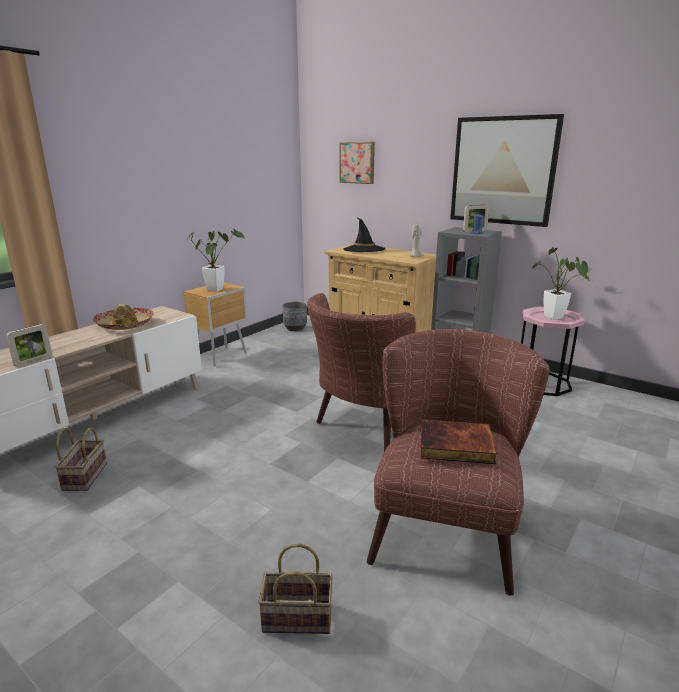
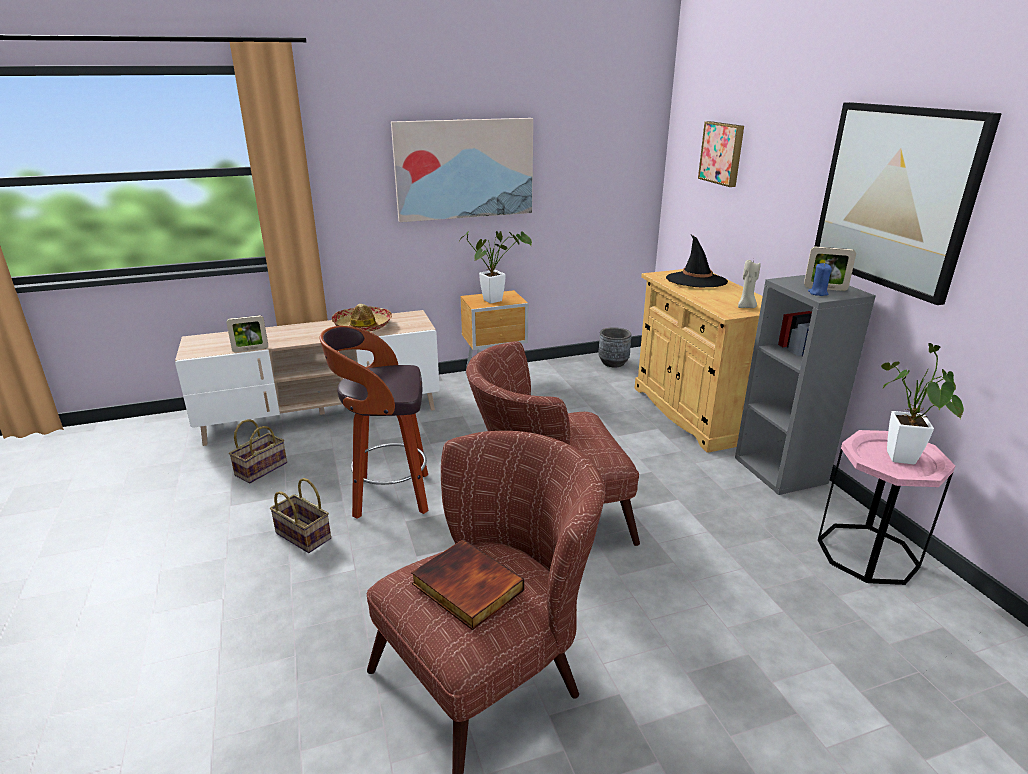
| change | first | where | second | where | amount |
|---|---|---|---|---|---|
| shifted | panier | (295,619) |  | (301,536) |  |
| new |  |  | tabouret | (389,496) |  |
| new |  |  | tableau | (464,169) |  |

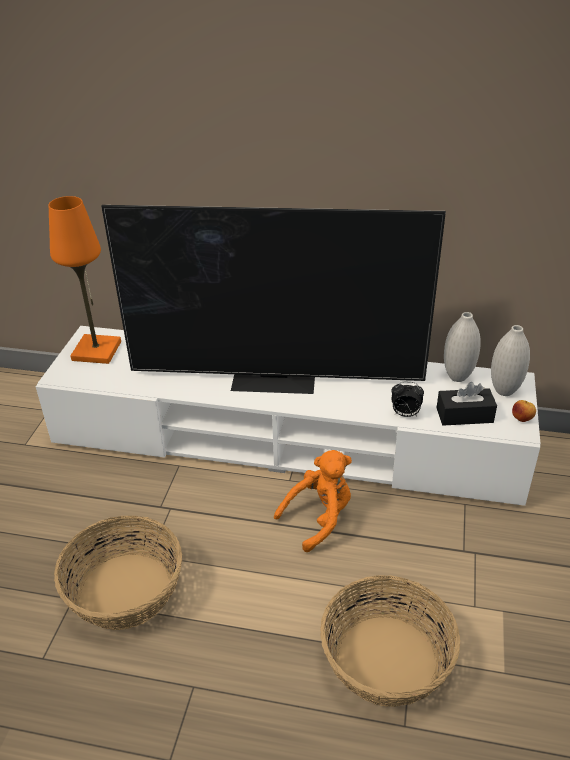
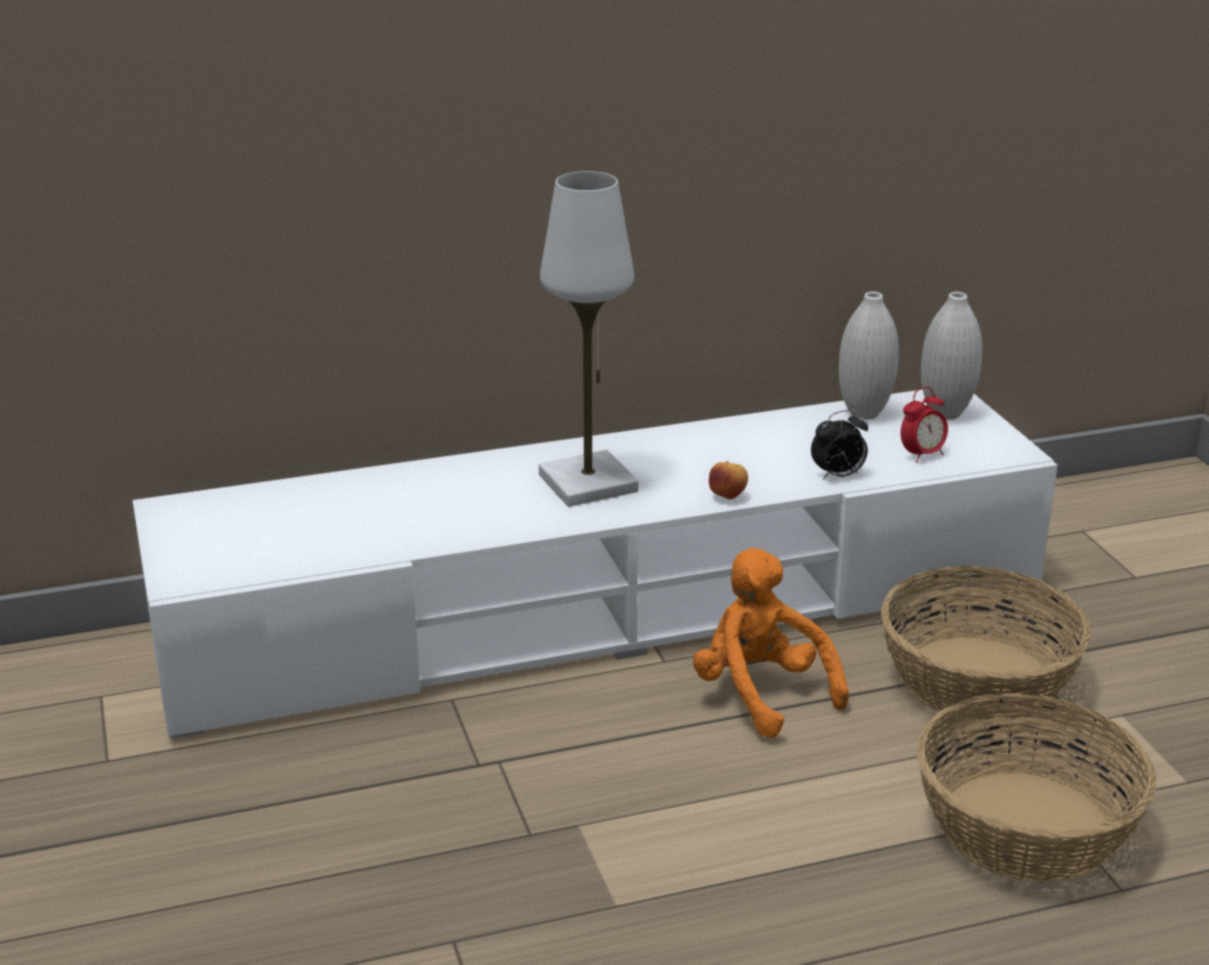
| change | first | where | second | where | amount |
|---|---|---|---|---|---|
| swapped | téléviseur | (275,378) | lampe de table/blanc | (588,483) |  |
| rotated | peluche/orange | (319,518) |  | (761,694) | 60 degrees counterclockwise |
| shifted | pomme | (522,419) |  | (727,496) |  |
| shifted | panier | (125,591) |  | (978,680) |  |
| swapped | boîte à mouchoirs/noir | (464,415) | réveil | (922,455) |  |
| gone | lampe de table/orange | (97,351) |  |  |  |

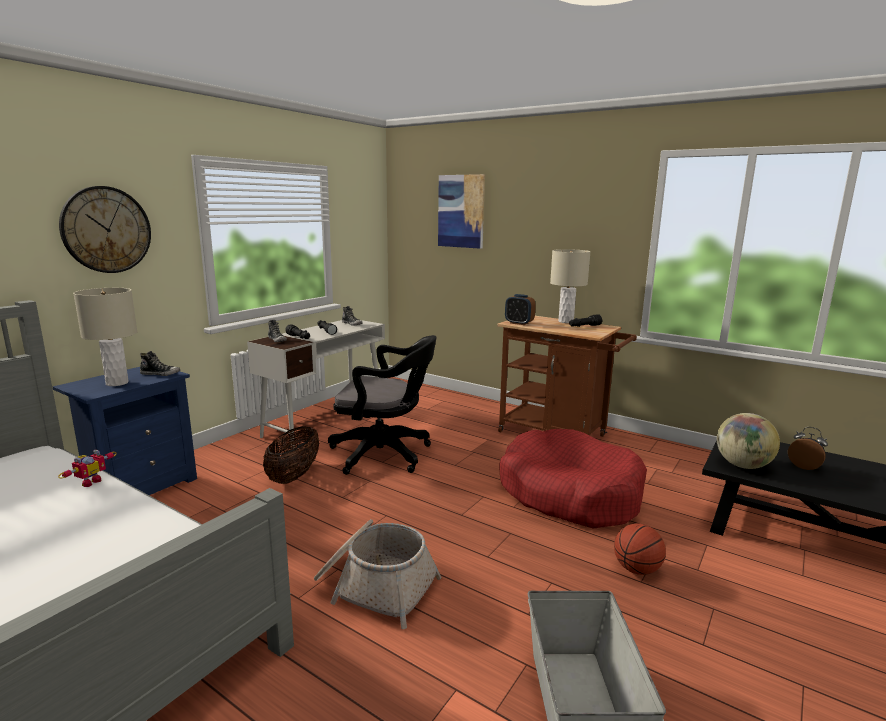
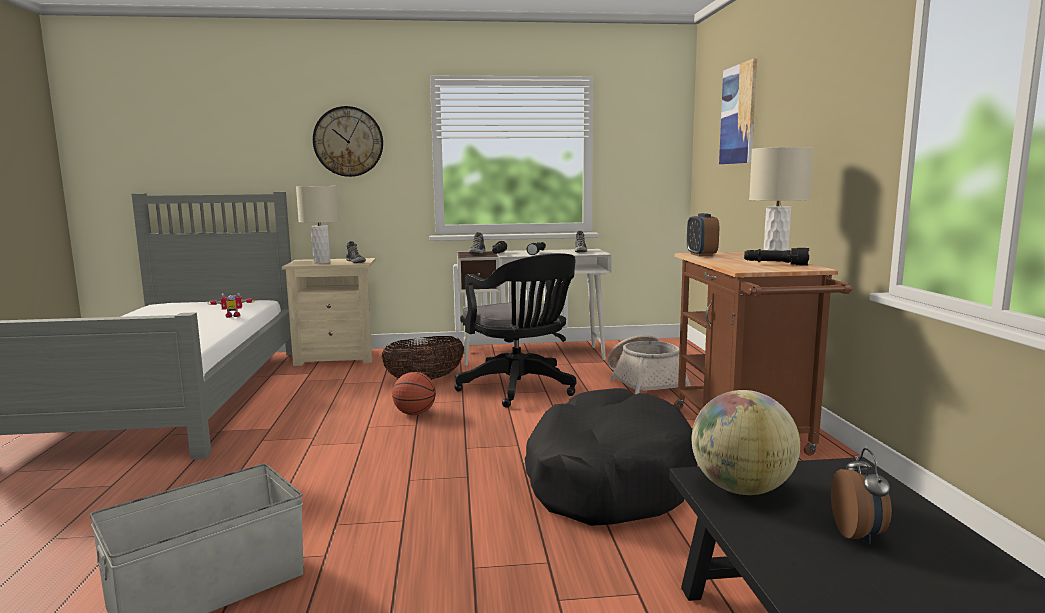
| change | first | where | second | where | amount |
|---|---|---|---|---|---|
| repainted | table de chevet/bleu | (140,487) | table de chevet/beige | (337,357) |  |
| shifted | ballon de basket | (637,569) |  | (414,414) |  |
| repainted | panier pour chien/rouge | (569,493) | panier pour chien/noir | (607,478) |  |
| shifted | panier | (375,586) |  | (645,383) |  |

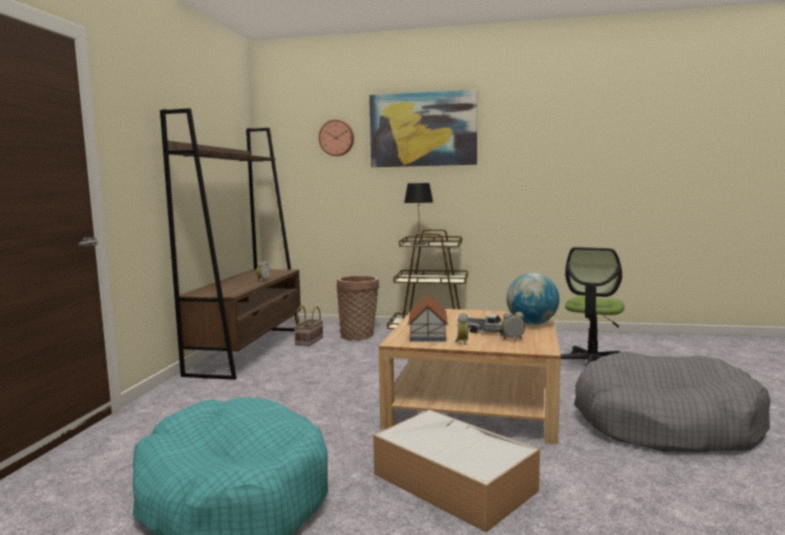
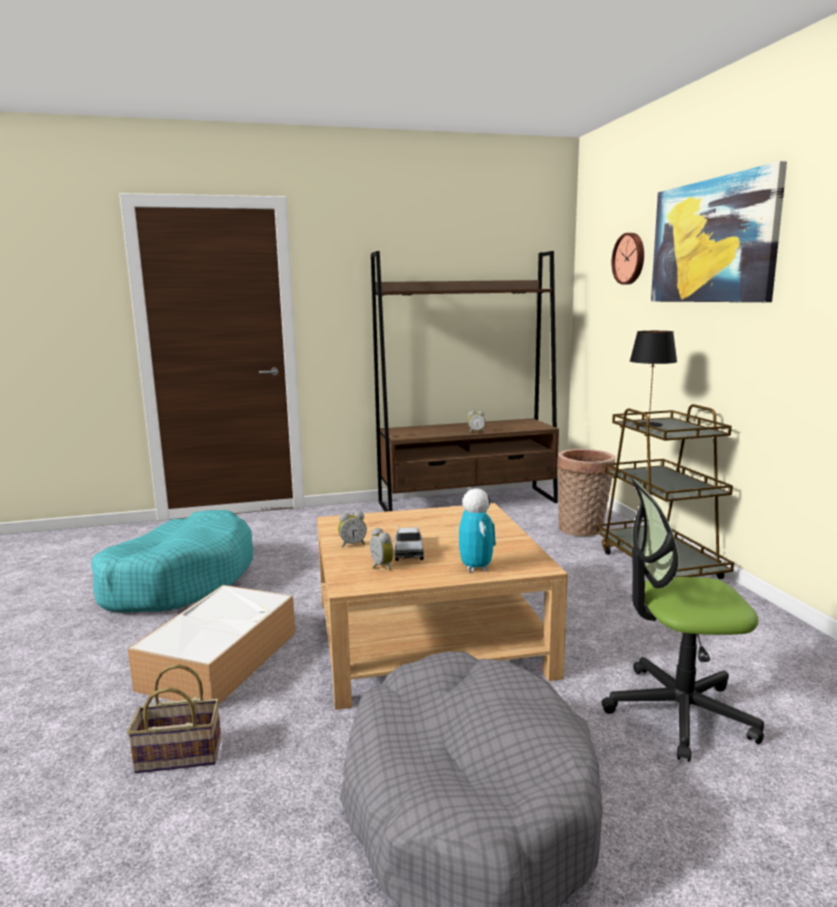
| change | first | where | second | where | amount |
|---|---|---|---|---|---|
| shifted | panier | (309,341) |  | (176,756) |  |
| swapped | globe | (532,324) | robot jouet | (476,567) |  |
| gone | maison miniature | (428,333) |  |  |  |

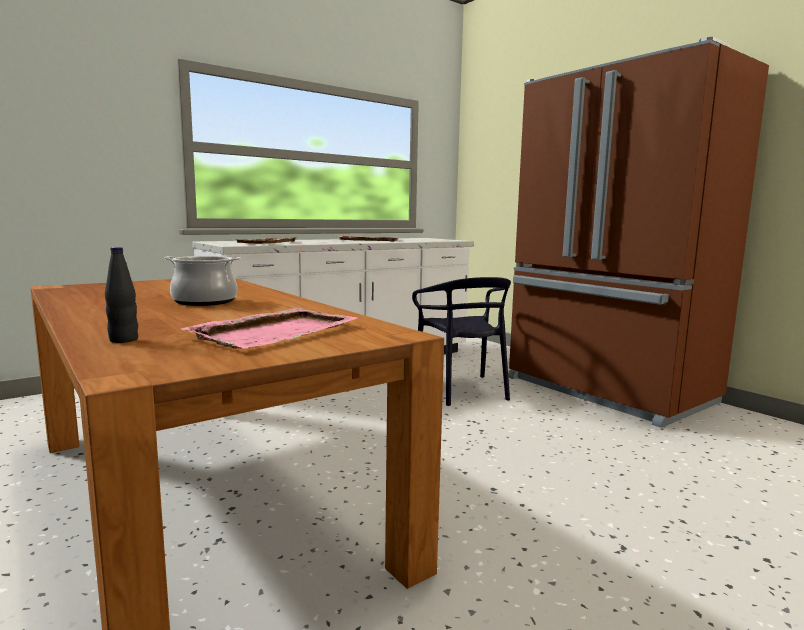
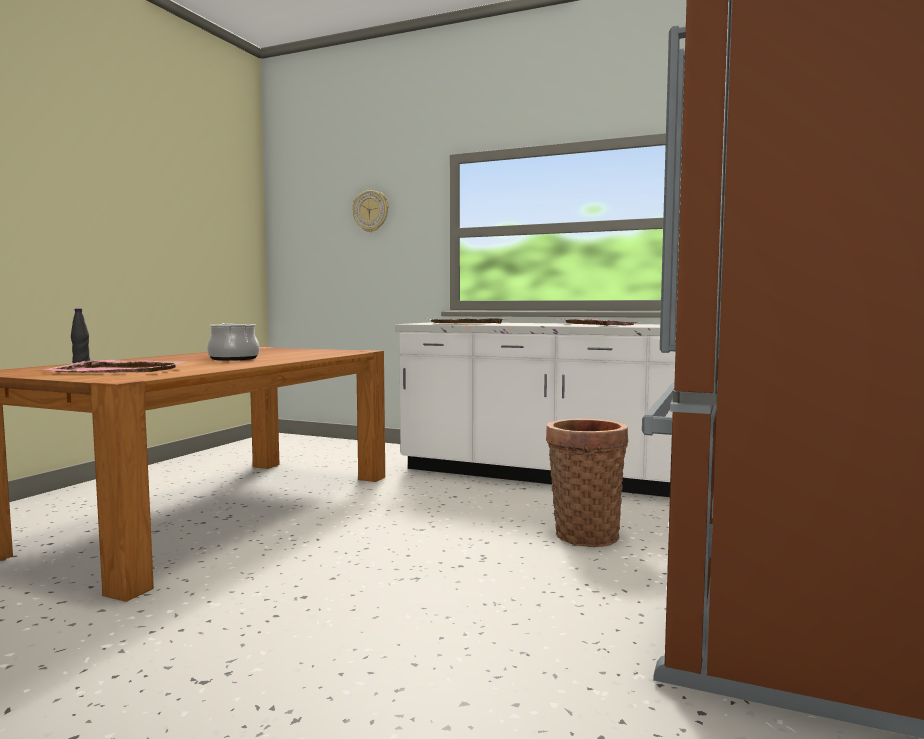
| change | first | where | second | where | amount |
|---|---|---|---|---|---|
| new |  |  | horloge murale | (371,211) |  |
| swapped | chaise/noir | (462,390) | panier | (584,534) |  |

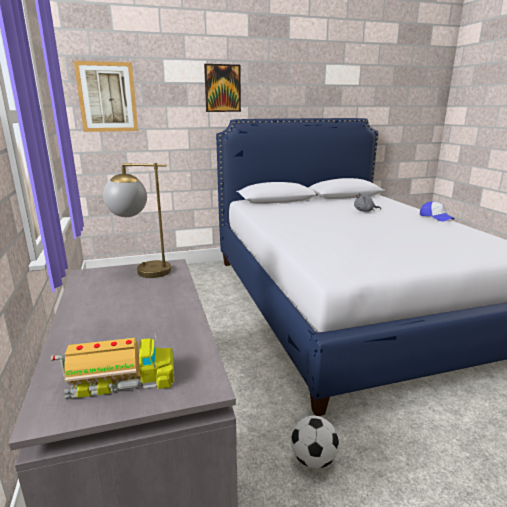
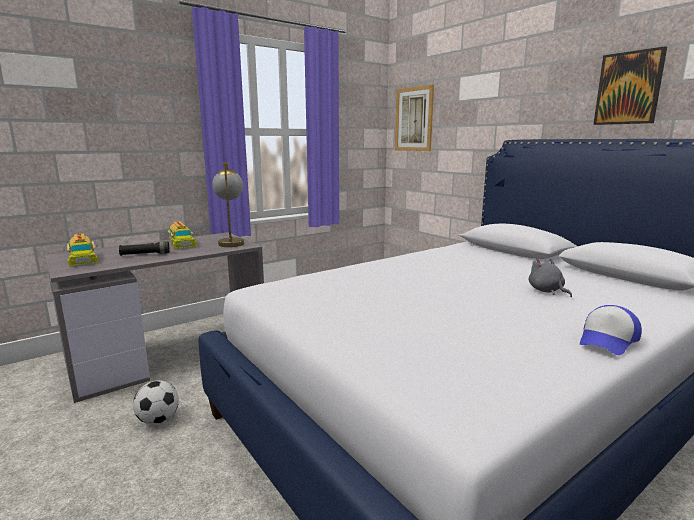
| change | first | where | second | where | amount |
|---|---|---|---|---|---|
| new |  |  | lampe de poche/noir | (145,254) |  |
| new |  |  | camion jouet | (181,244) |  |
| shifted | tableau | (222,88) |  | (628,88) |  |

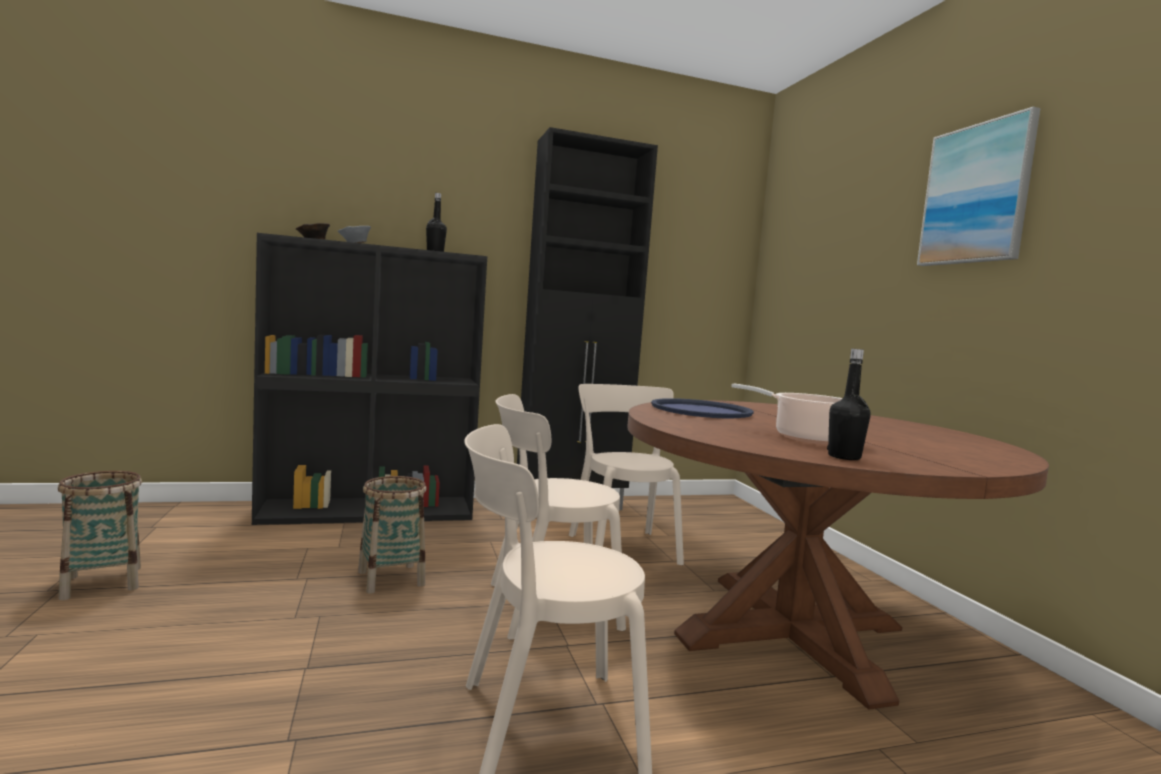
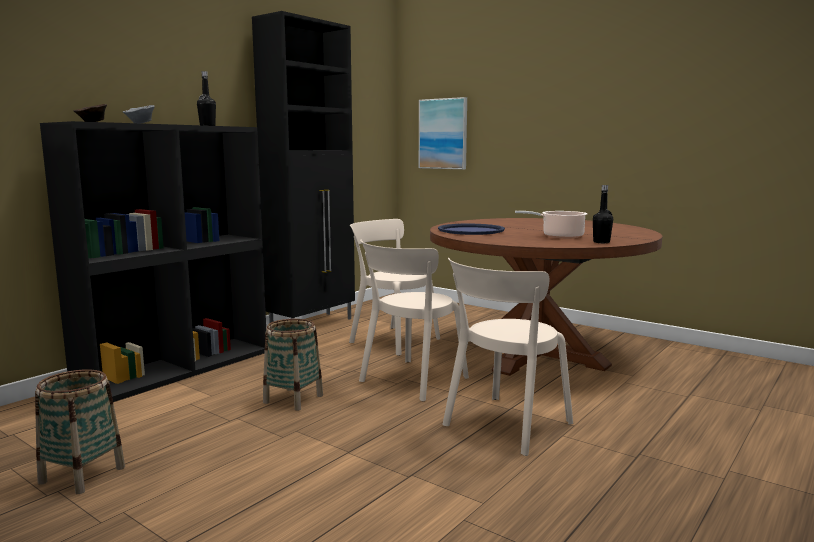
| change | first | where | second | where | amount |
|---|---|---|---|---|---|
| shifted | tableau | (976,194) |  | (443,134) |  |

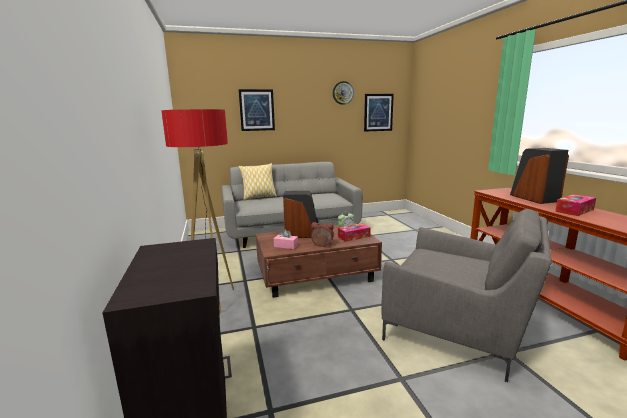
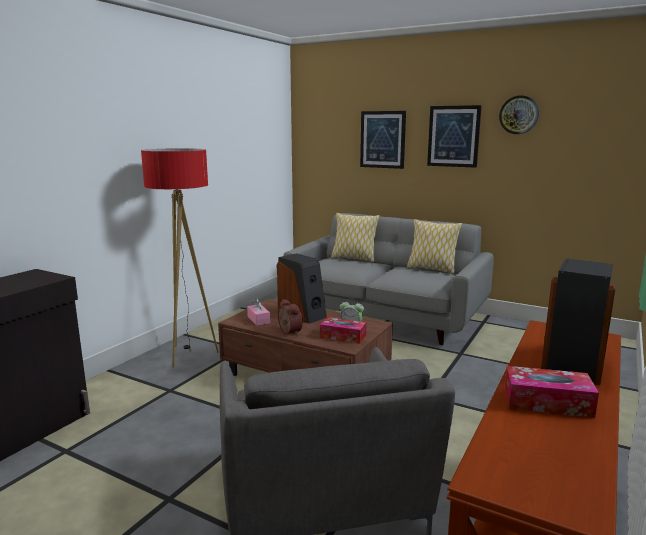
| change | first | where | second | where | amount |
|---|---|---|---|---|---|
| new |  |  | coussin | (431,269) |  |
| shifted | tableau | (378,112) |  | (453,136) |  |

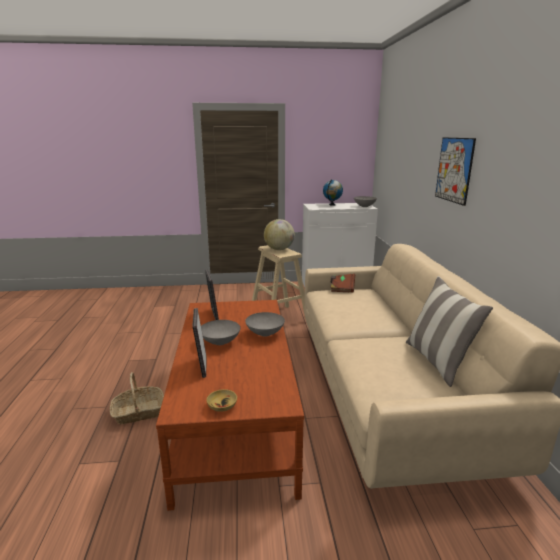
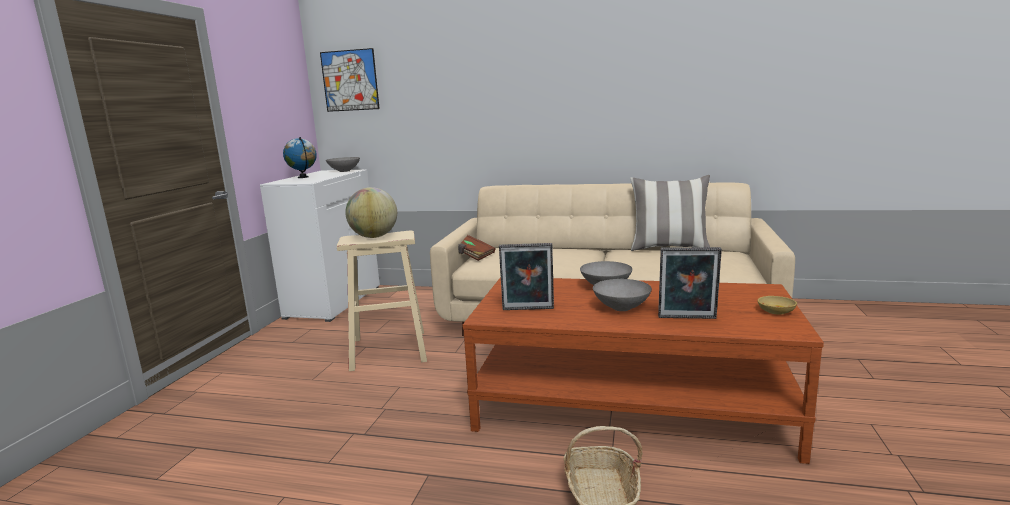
| change | first | where | second | where | amount |
|---|---|---|---|---|---|
| shifted | tableau | (454,170) |  | (350,80) |  |

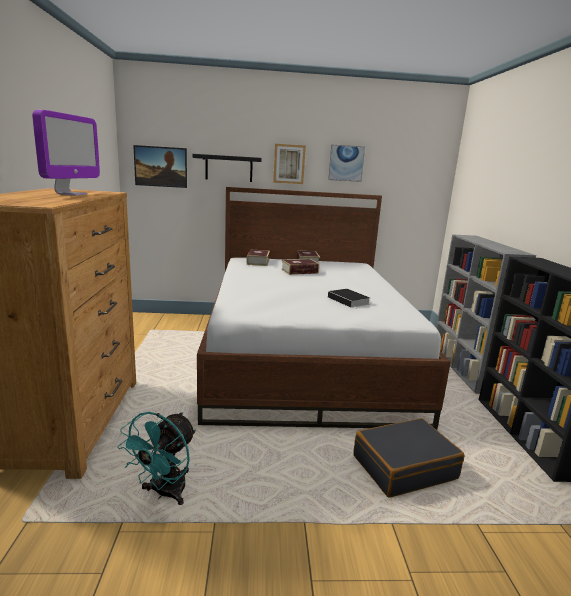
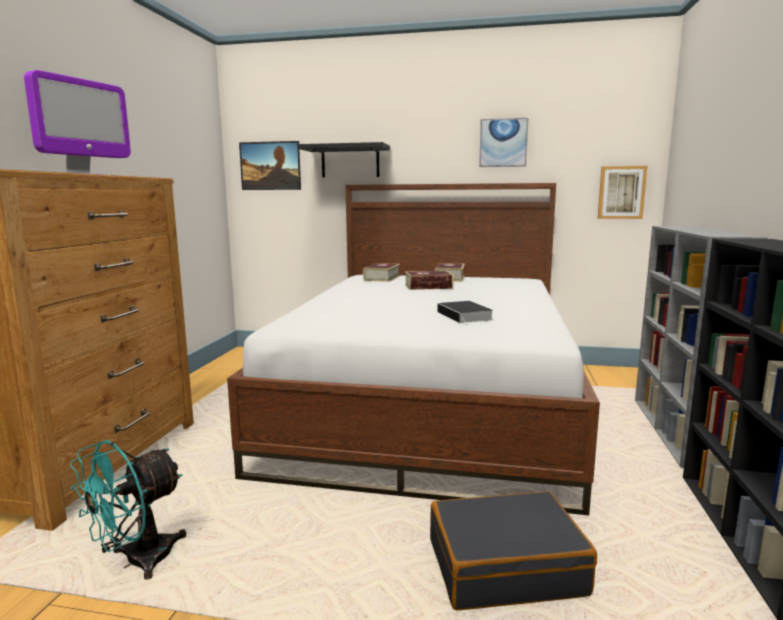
| change | first | where | second | where | amount |
|---|---|---|---|---|---|
| shifted | tableau | (289,164) |  | (621,192) |  |

